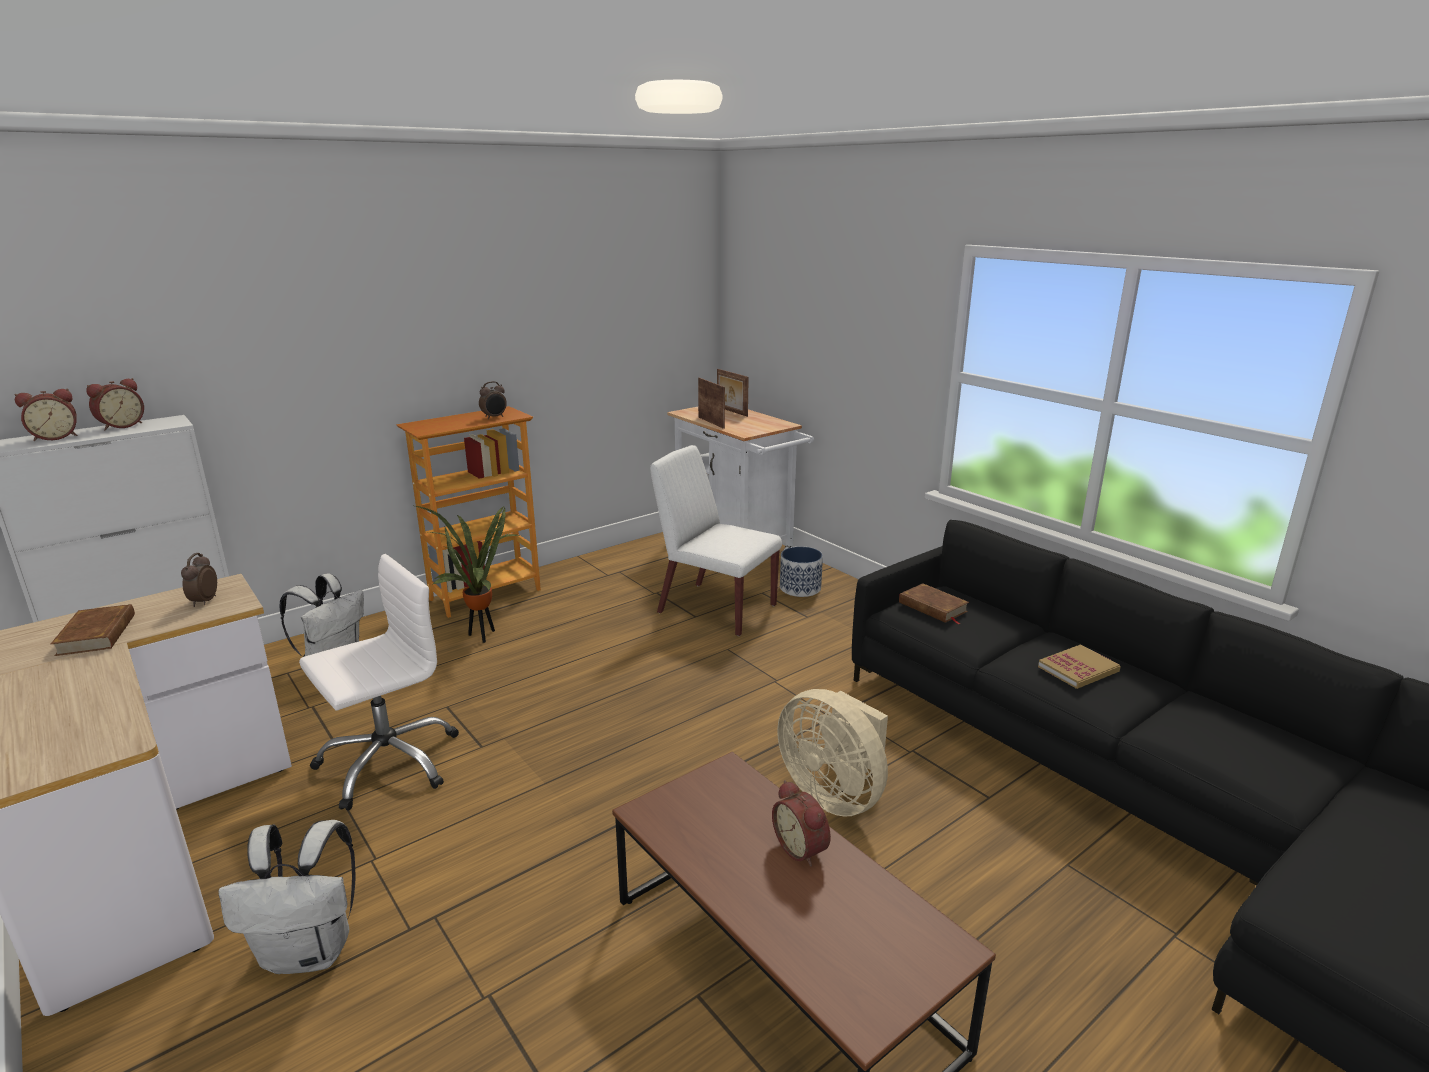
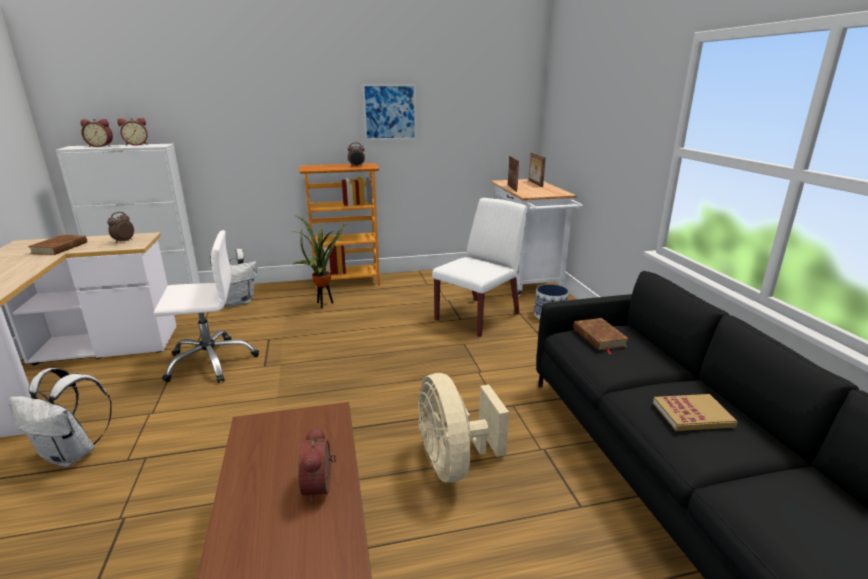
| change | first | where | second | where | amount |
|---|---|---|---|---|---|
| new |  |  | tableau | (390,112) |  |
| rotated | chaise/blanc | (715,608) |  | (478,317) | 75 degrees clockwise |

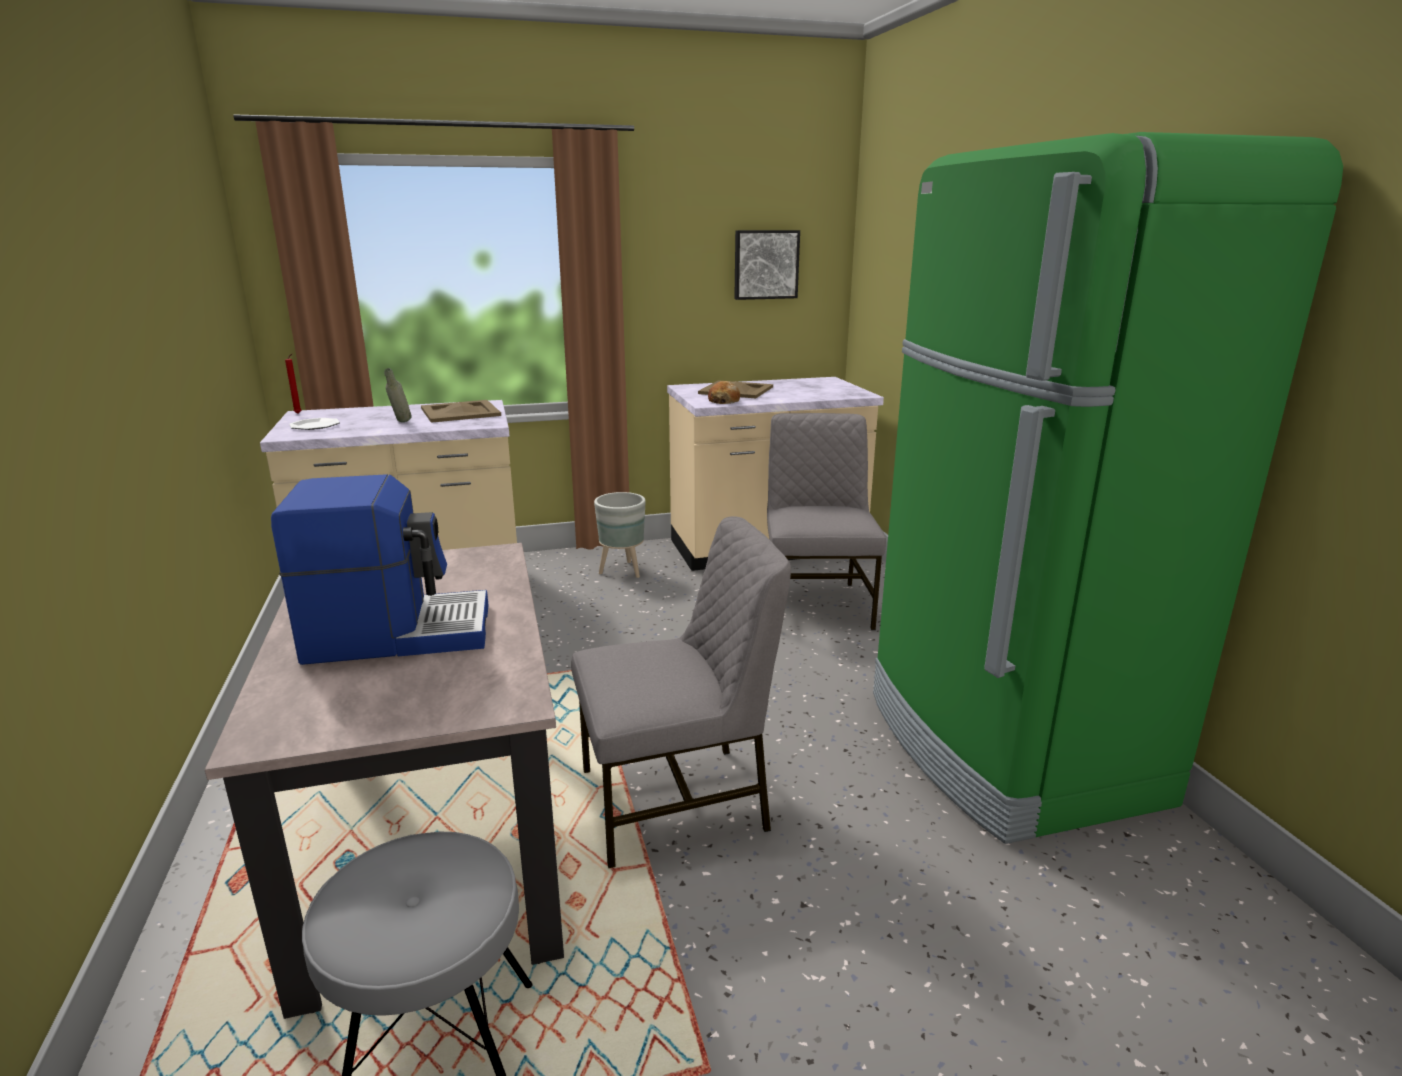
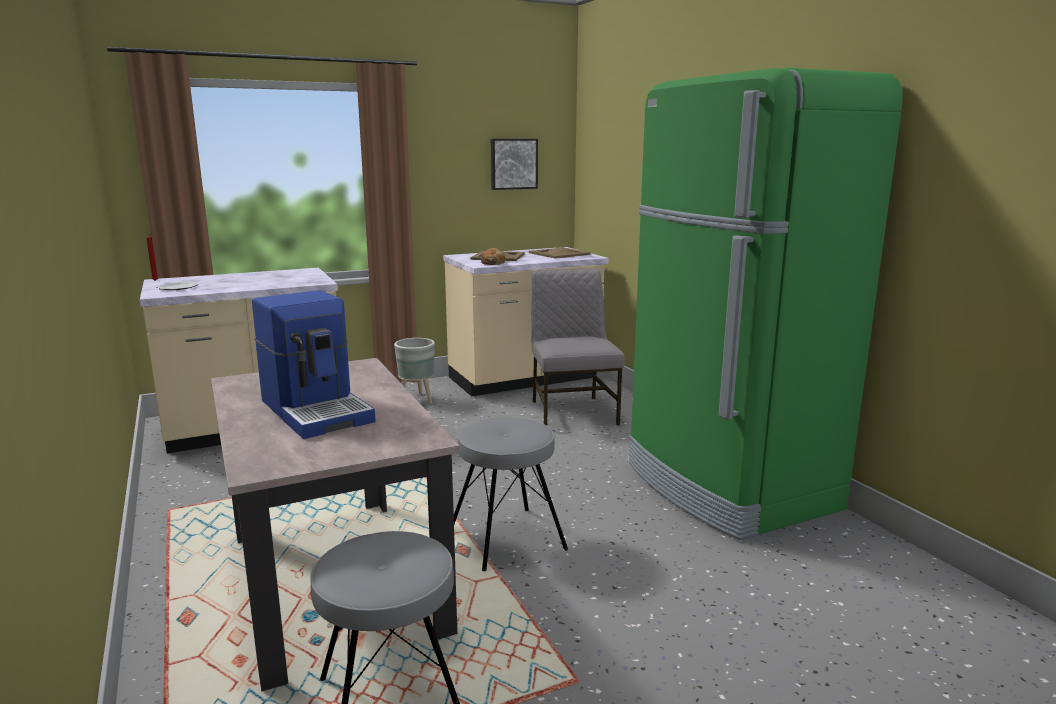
| change | first | where | second | where | amount |
|---|---|---|---|---|---|
| rotated | machine à café | (398,632) |  | (317,410) | 75 degrees clockwise |
| swapped | chaise/gris | (677,802) | tabouret/gris | (508,538) |  |
| shifted | plateau/beige | (461,412) |  | (559,253) |  |
| gone | bouteille/gris | (401,422) |  |  |  |

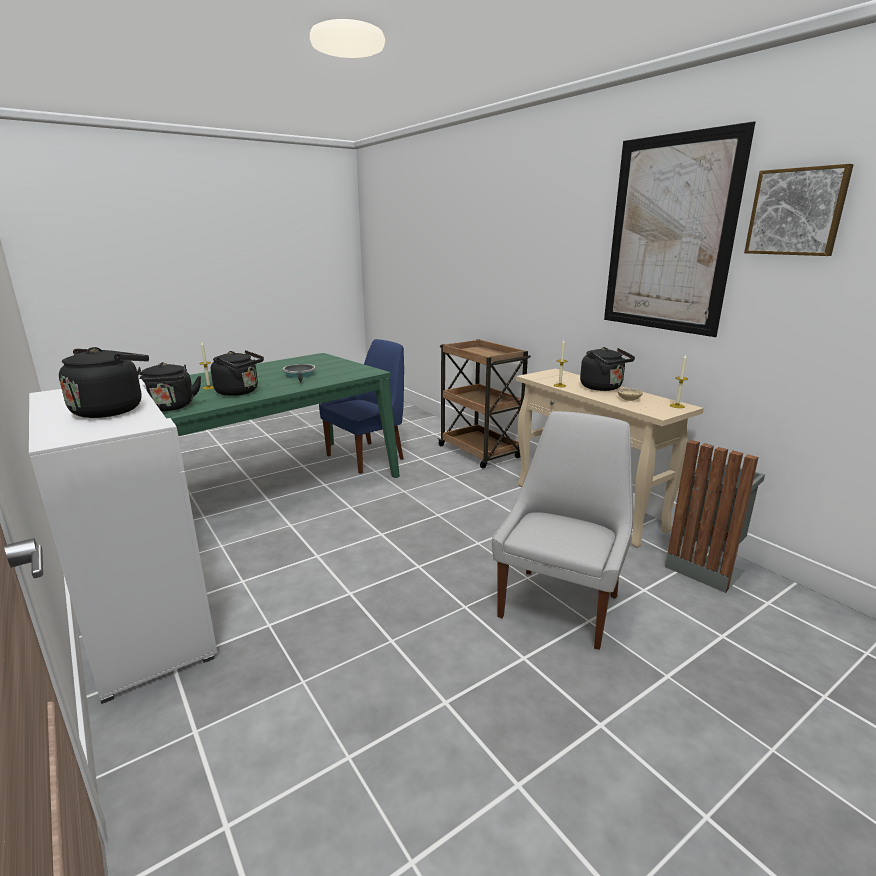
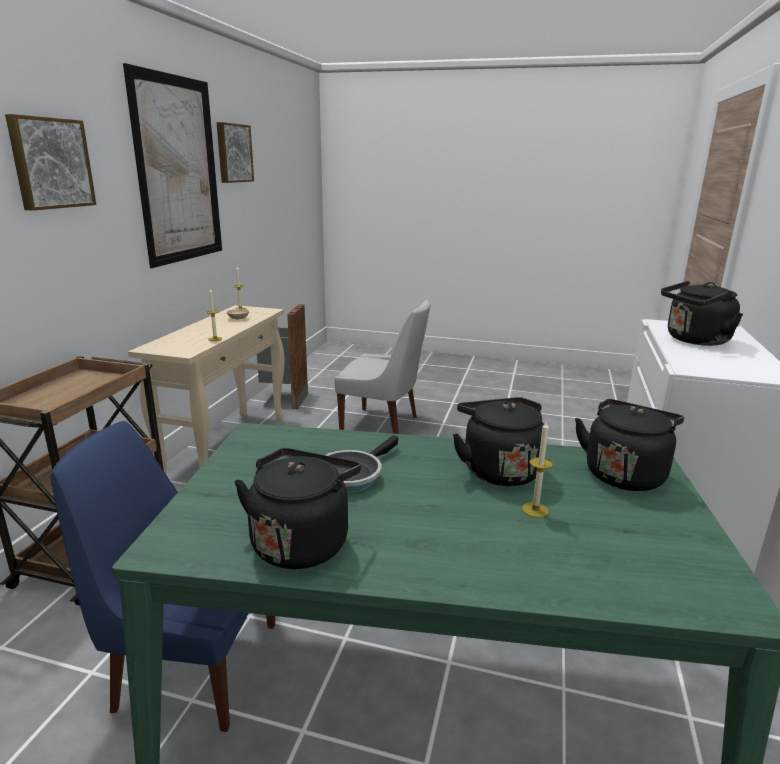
| change | first | where | second | where | amount |
|---|---|---|---|---|---|
| new |  |  | tableau | (50,163) |  |
| shifted | bouilloire/noir | (603,388) |  | (302,541) |  |
| rotated | chaise/blanc | (560,603) |  | (383,426) | 150 degrees counterclockwise |

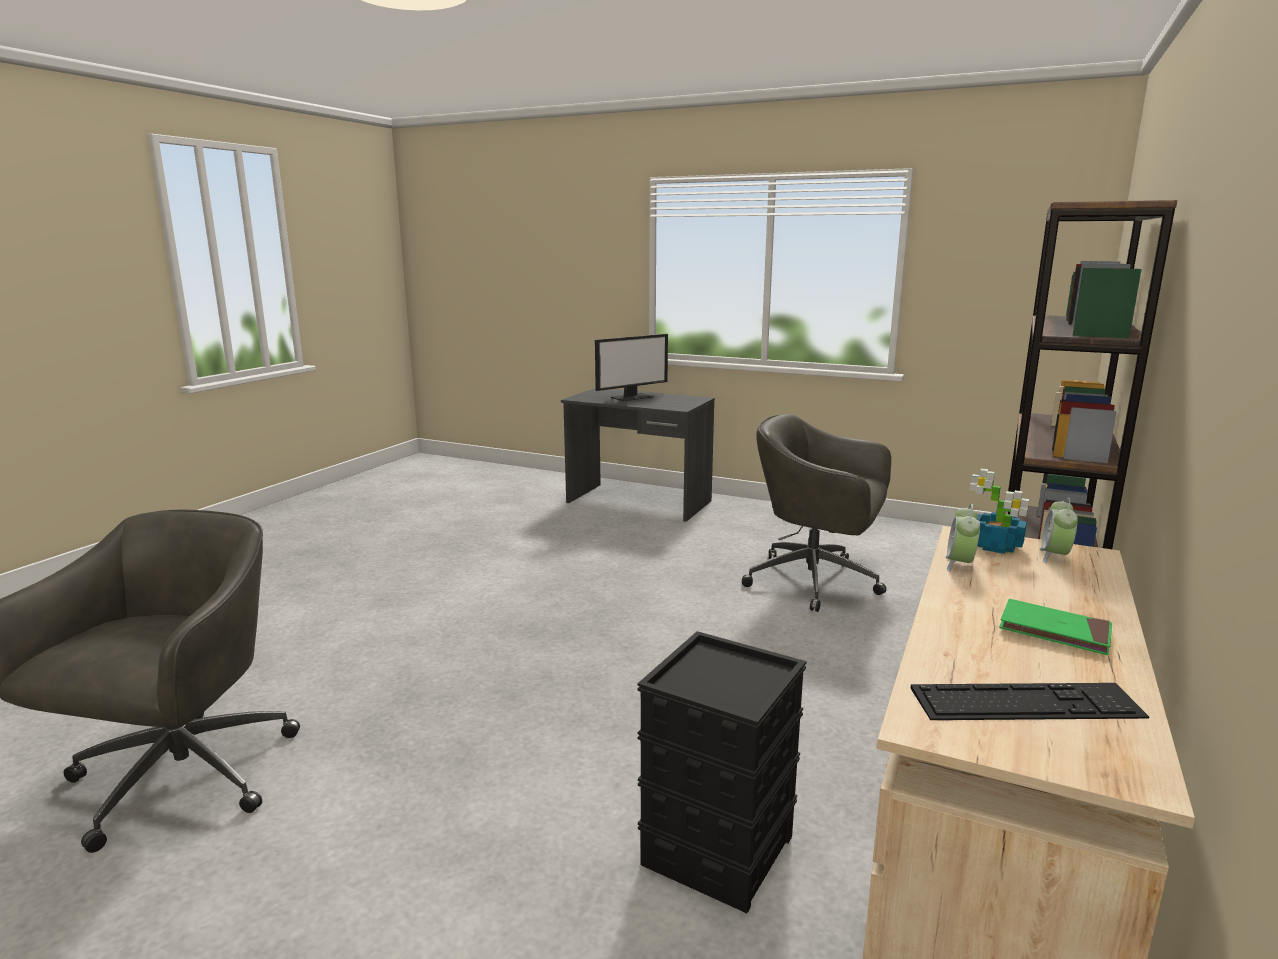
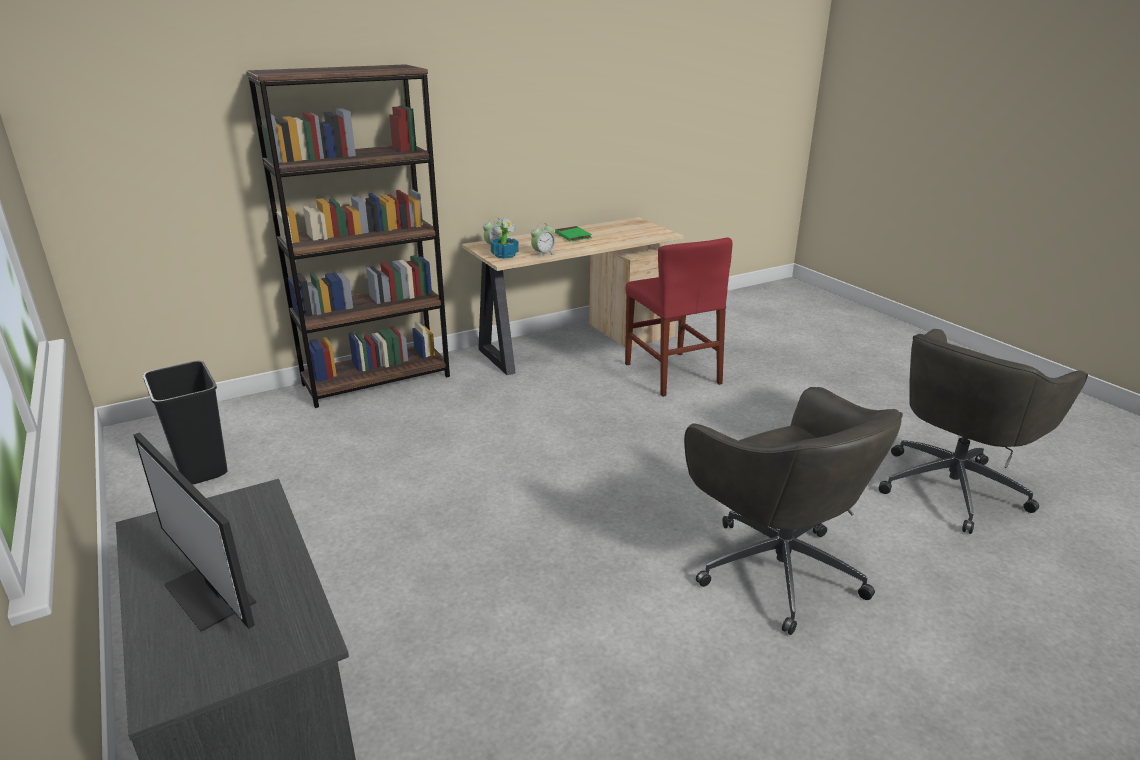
| change | first | where | second | where | amount |
|---|---|---|---|---|---|
| rotated | écran d'ordinateur | (632,397) |  | (212,593) | 135 degrees counterclockwise |
| new |  |  | poubelle/noir | (200,468) |  |
| swapped | boîte de rangement/noir | (717,849) | chaise/rouge | (672,373) |  |
| shifted | chaise de bureau/gris | (816,582) |  | (775,567) |  |
| gone | clavier | (1025,703) |  |  |  |

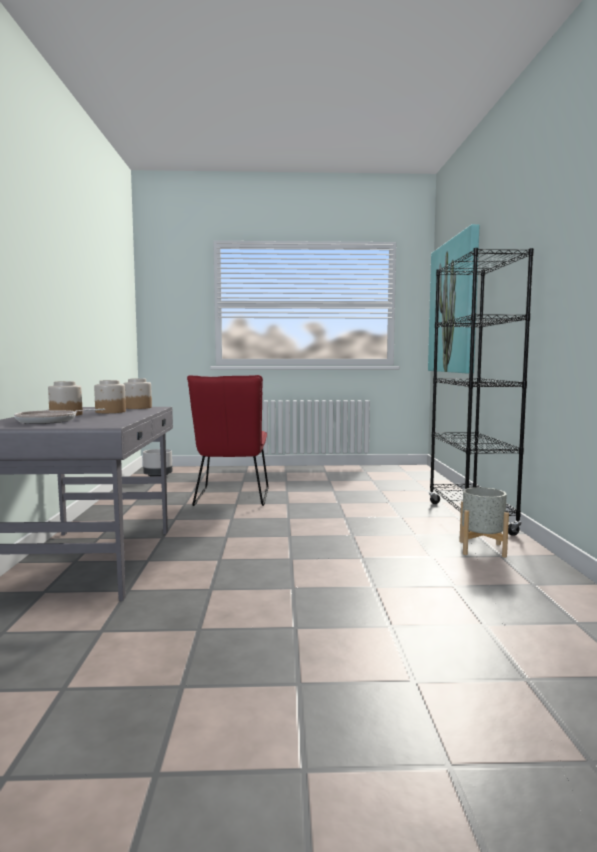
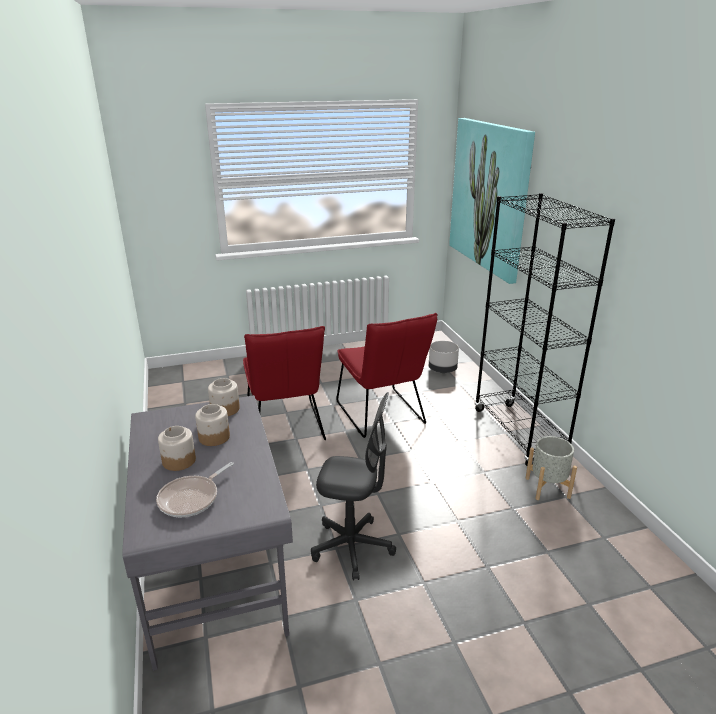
| change | first | where | second | where | amount |
|---|---|---|---|---|---|
| new |  |  | chaise de bureau/gris | (352,547) |  |
| new |  |  | chaise/rouge | (382,416) |  |
| shifted | cache-pot/gris | (158,476) |  | (442,370) |  |

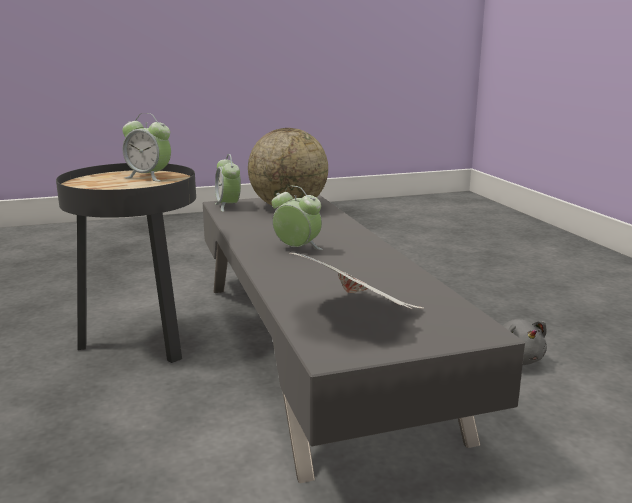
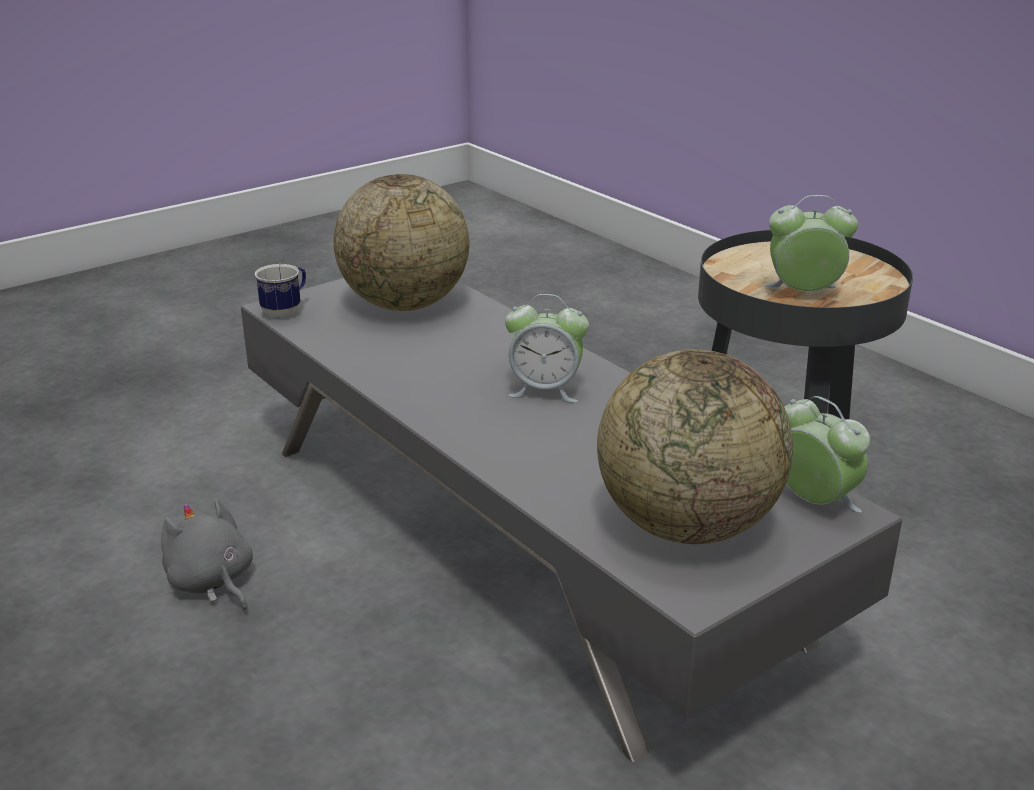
| change | first | where | second | where | amount |
|---|---|---|---|---|---|
| new |  |  | mug | (286,311) |  |
| swapped | journal | (356,316) | globe | (404,304) |  |

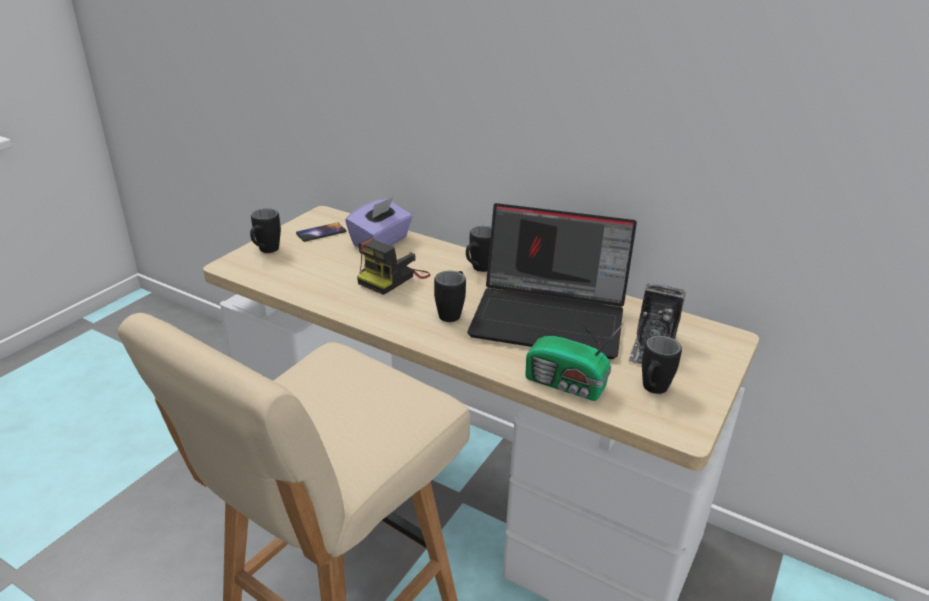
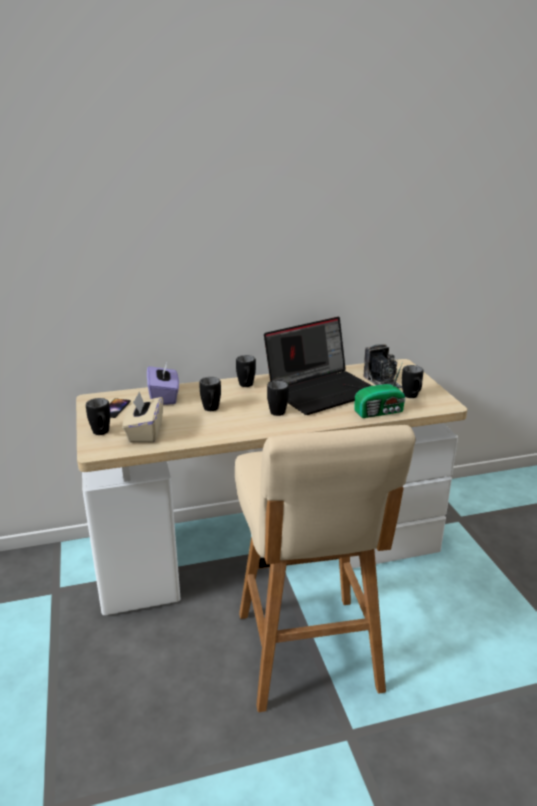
| change | first | where | second | where | amount |
|---|---|---|---|---|---|
| new |  |  | boîte à mouchoirs/beige | (145,433) |  |
| swapped | appareil photo | (392,278) | mug/noir | (211,410) |  |

